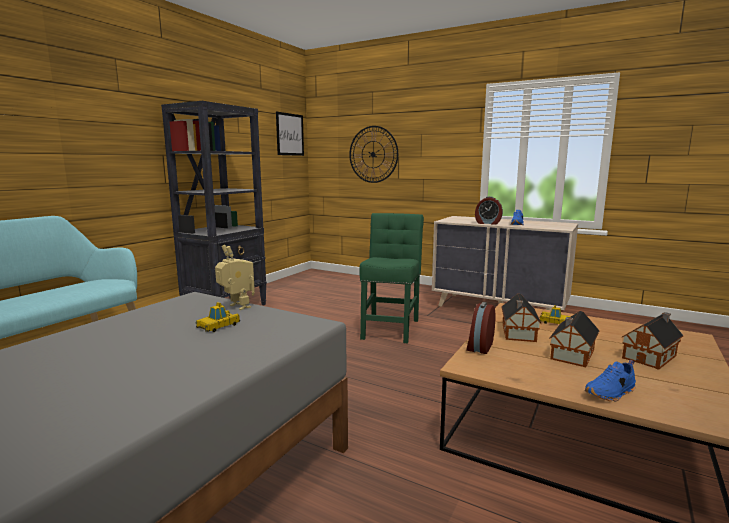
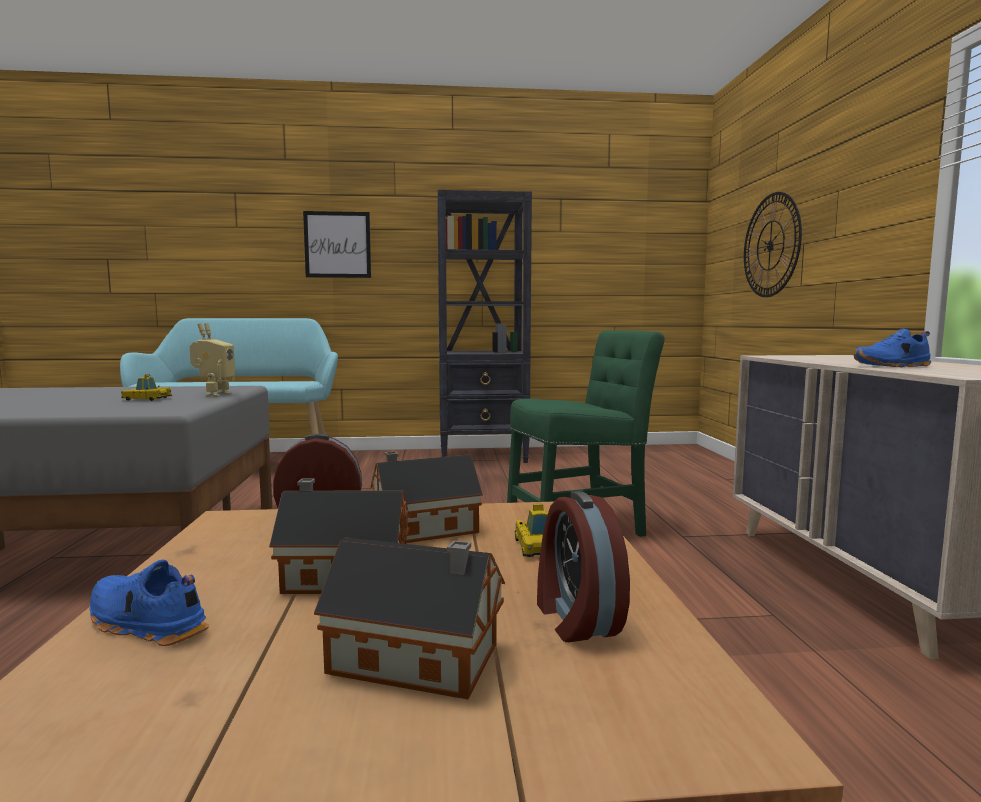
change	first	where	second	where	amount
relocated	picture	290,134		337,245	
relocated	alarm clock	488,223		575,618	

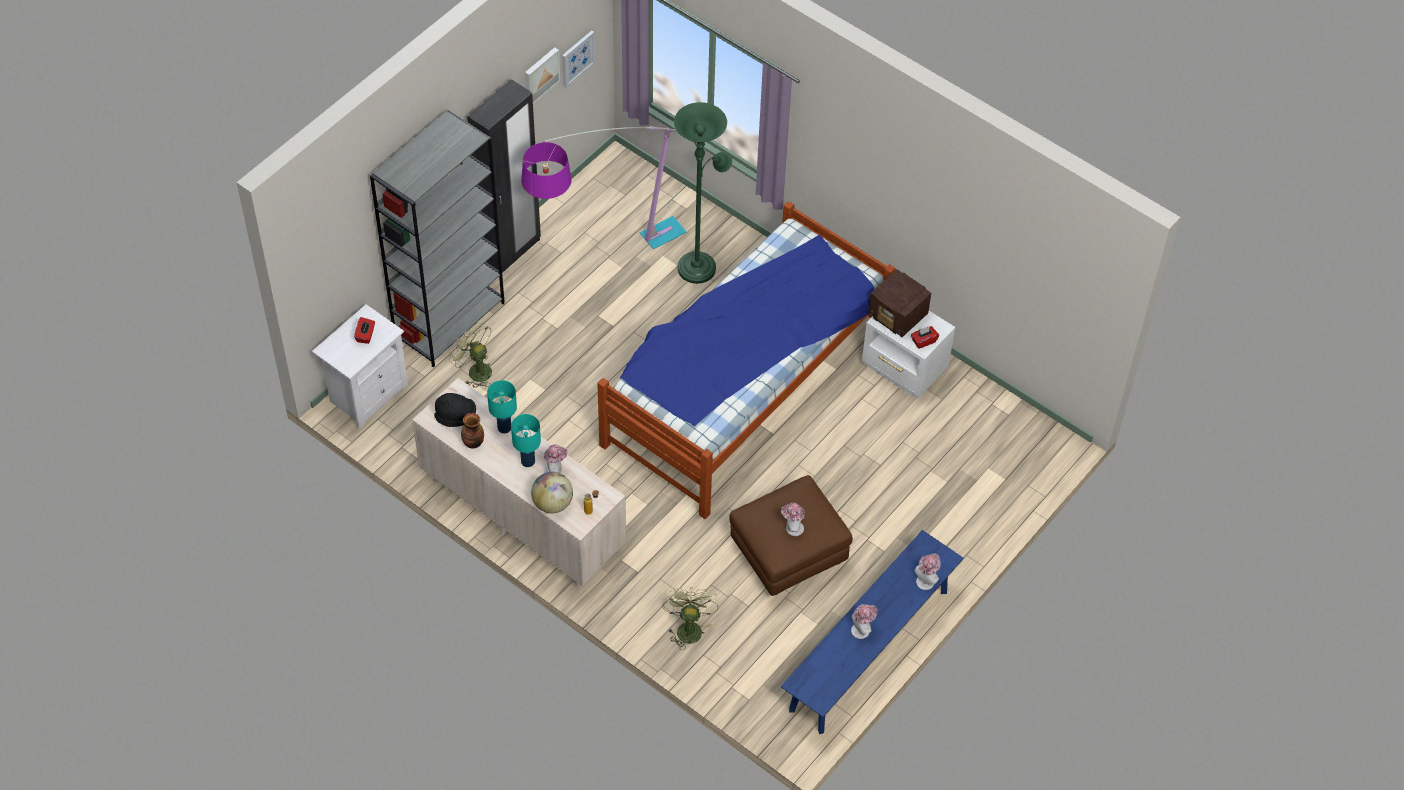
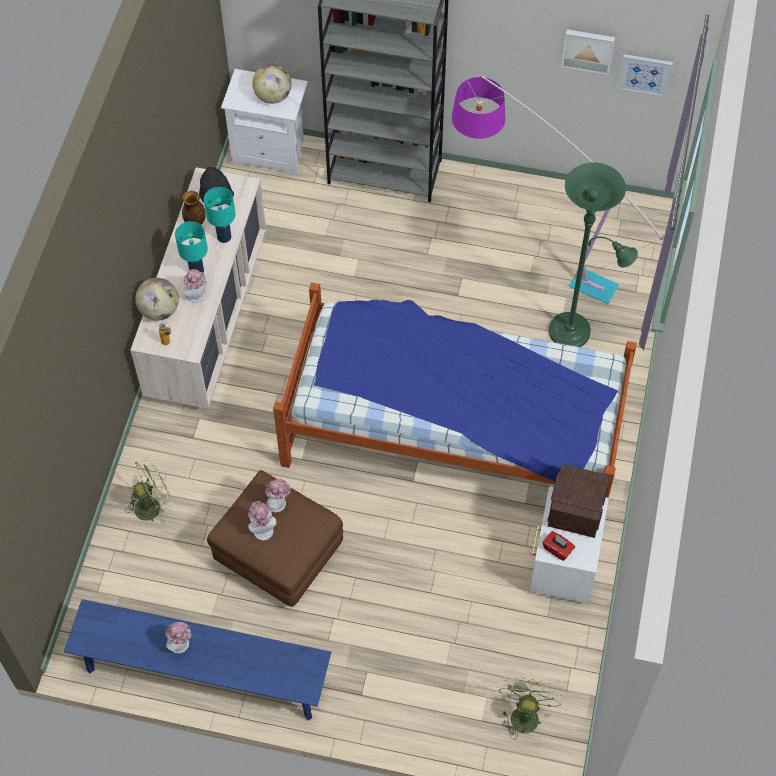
change	first	where	second	where	amount
missing	wardrobe/black	511,252			
relocated	fan/green	475,370		524,713	
relocated	hat	926,580		279,504	
exchanged	tissue box/red	365,335	globe	273,96	

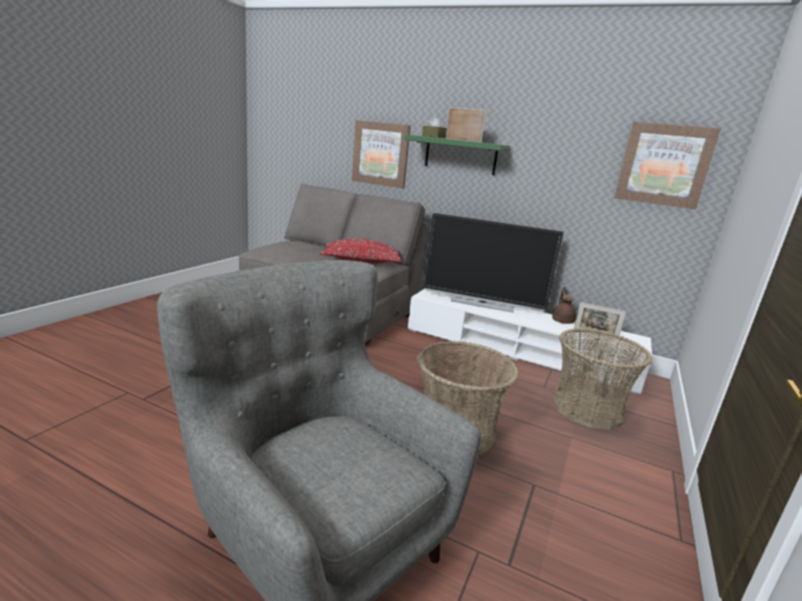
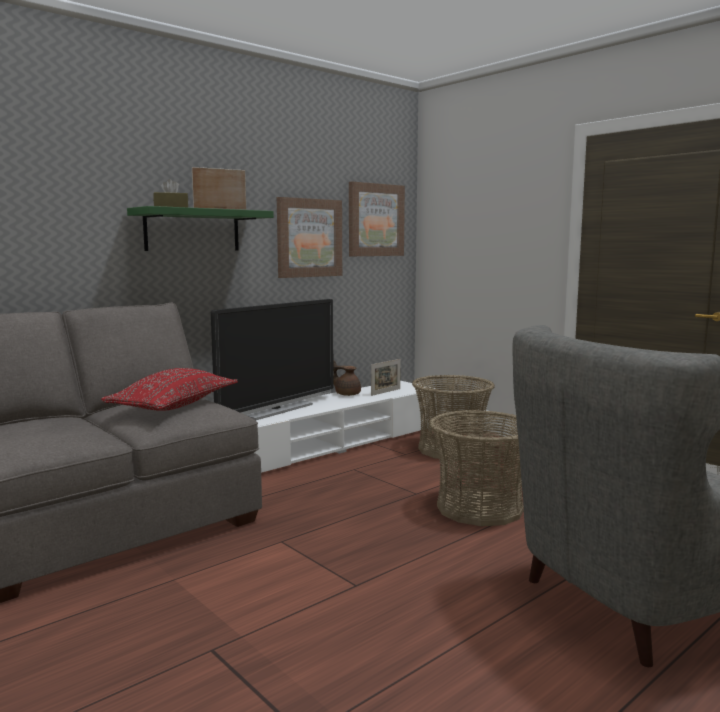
change	first	where	second	where	amount
relocated	picture	381,154		309,238	

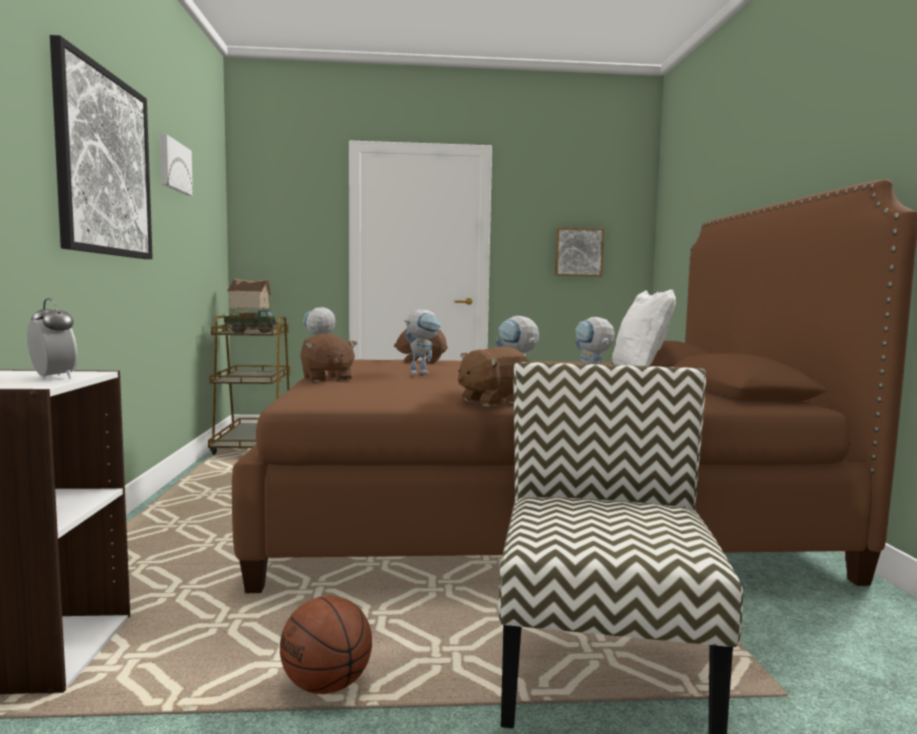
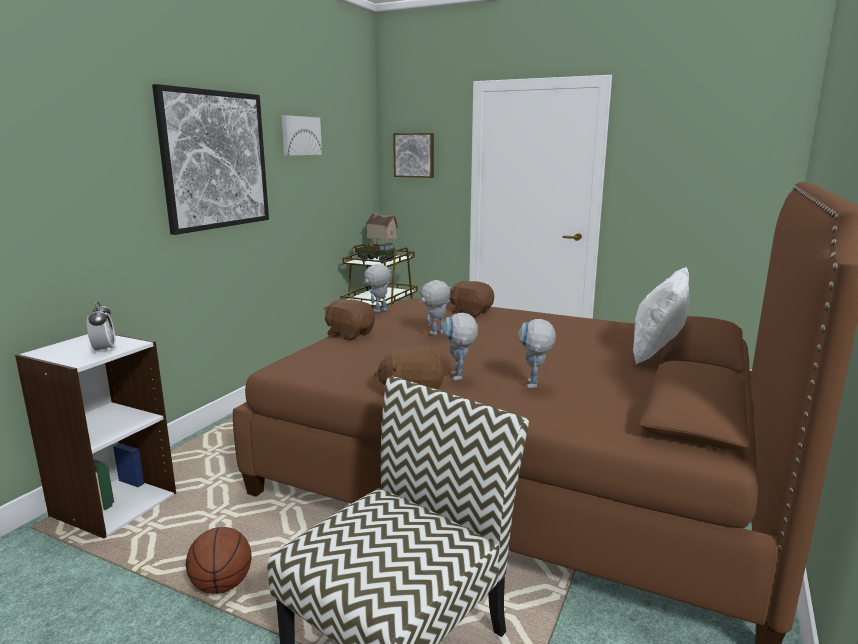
change	first	where	second	where	amount
relocated	picture	578,252		414,155	
spun	plush toy/brown	326,379		350,334	120 degrees clockwise
spun	toy robot	422,373		434,334	150 degrees clockwise

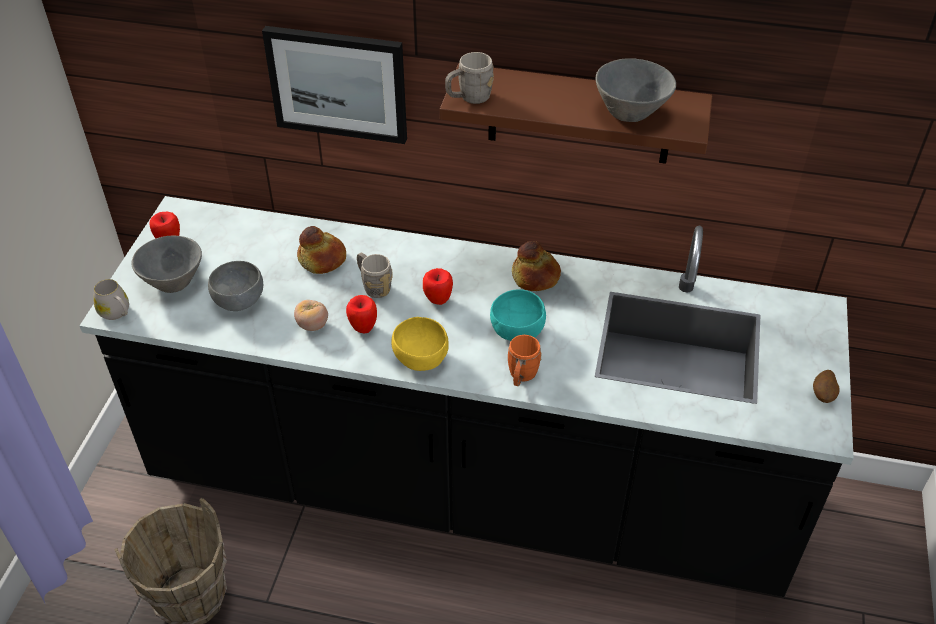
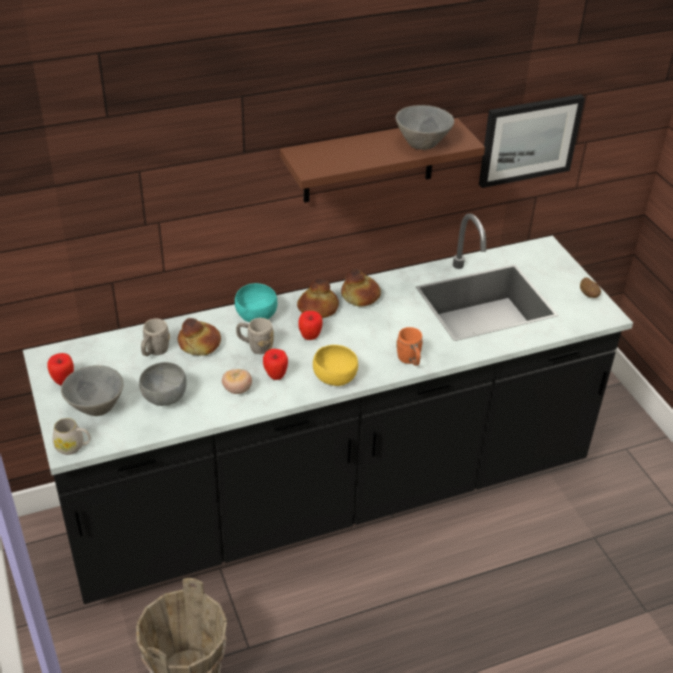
change	first	where	second	where	amount
appeared			bread	317,309	
relocated	picture	338,83		529,139	
relocated	mug/grey	469,98		154,352	
relocated	bowl/turquoise	517,331		256,316	

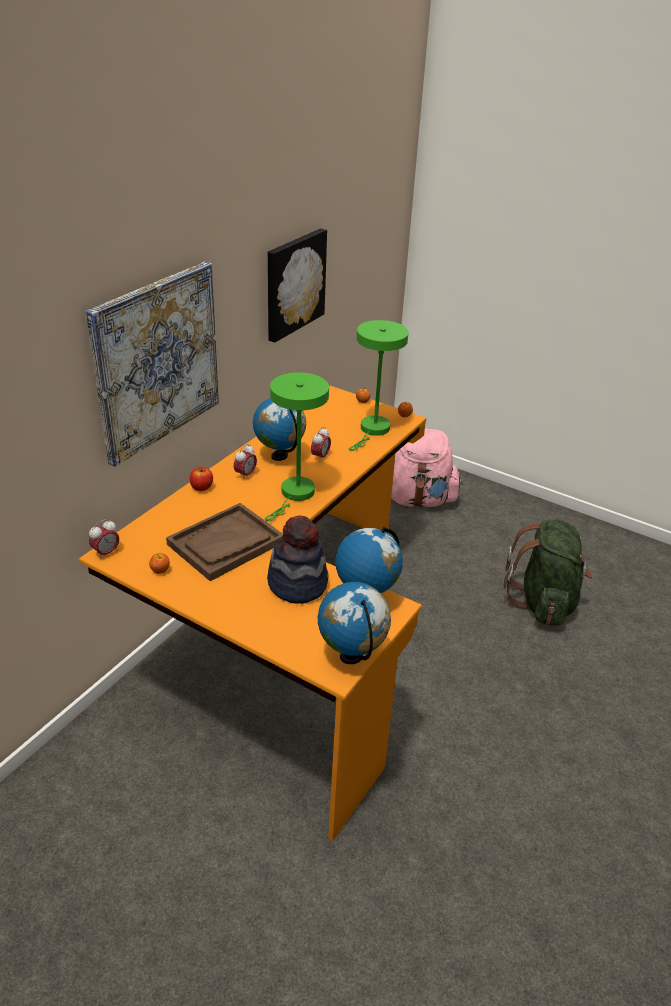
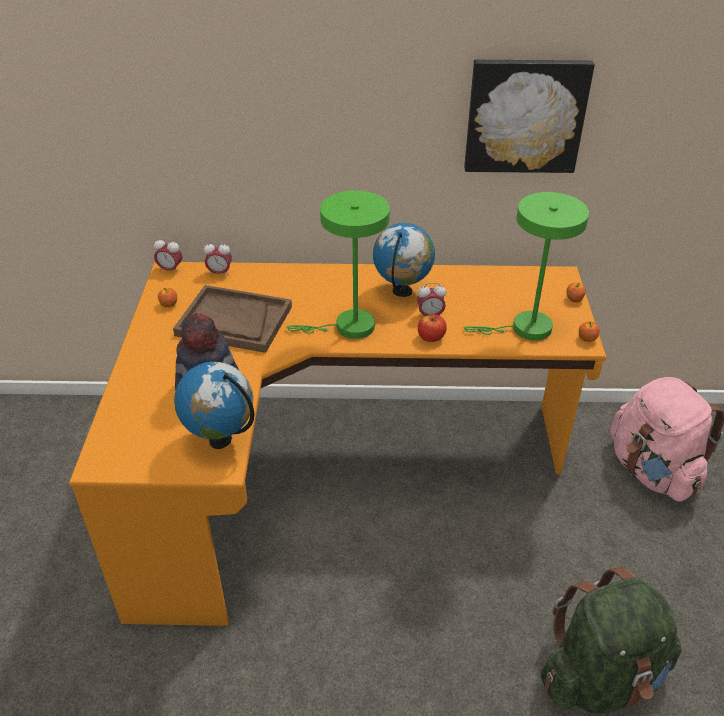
change	first	where	second	where	amount
missing	picture	156,361			
missing	globe	351,656			
relocated	apple	201,487		431,337	
relocated	alarm clock	245,475		219,273	

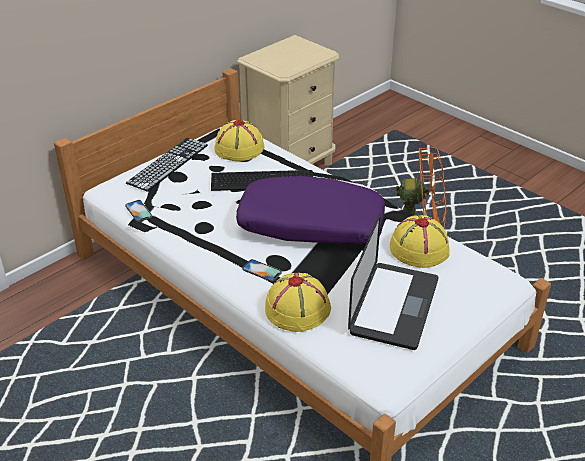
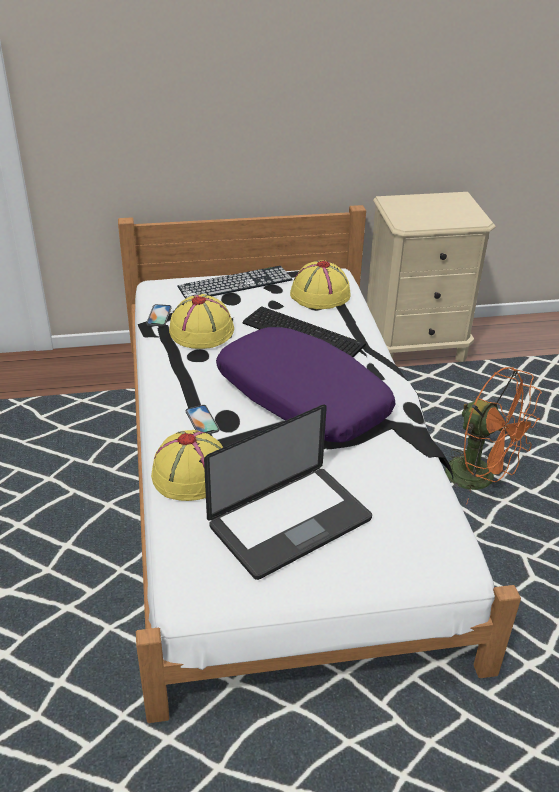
change	first	where	second	where	amount
relocated	hat/yellow	419,248		202,330	

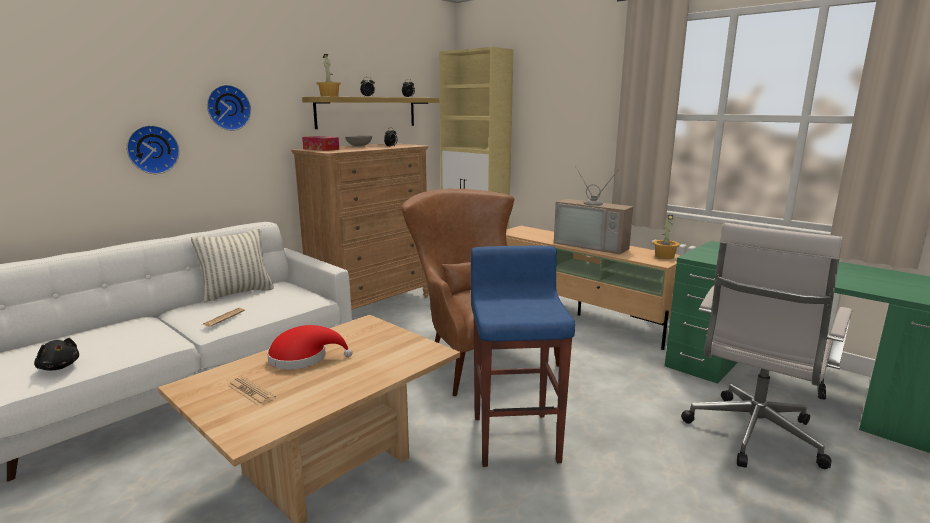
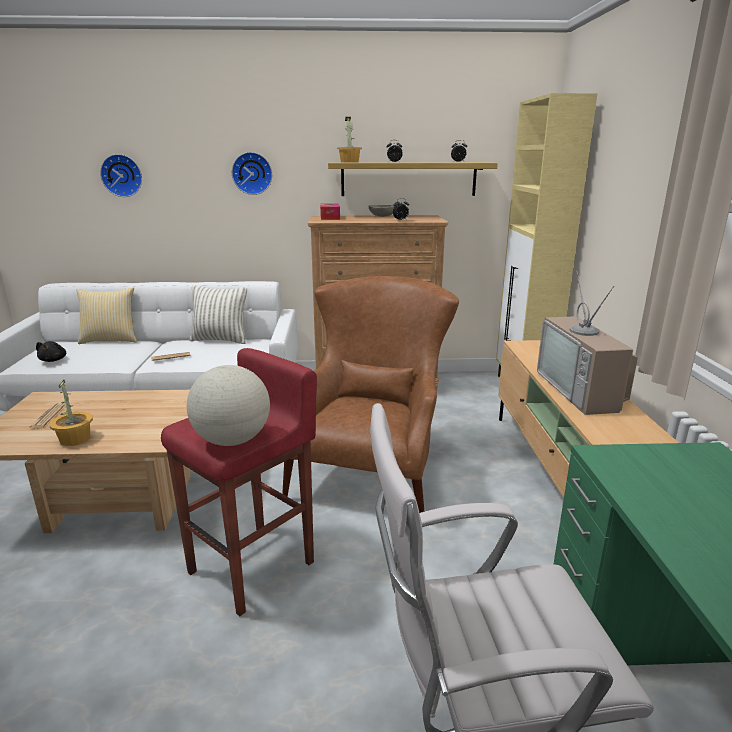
change	first	where	second	where	amount
missing	hat/red	303,358			
appeared			pillow	111,340	
appeared			globe	232,440	
relocated	wall clock	152,149		122,175	
relocated	potted plant	664,256		76,438	
colour	stool/blue	516,437	stool/red	254,567	

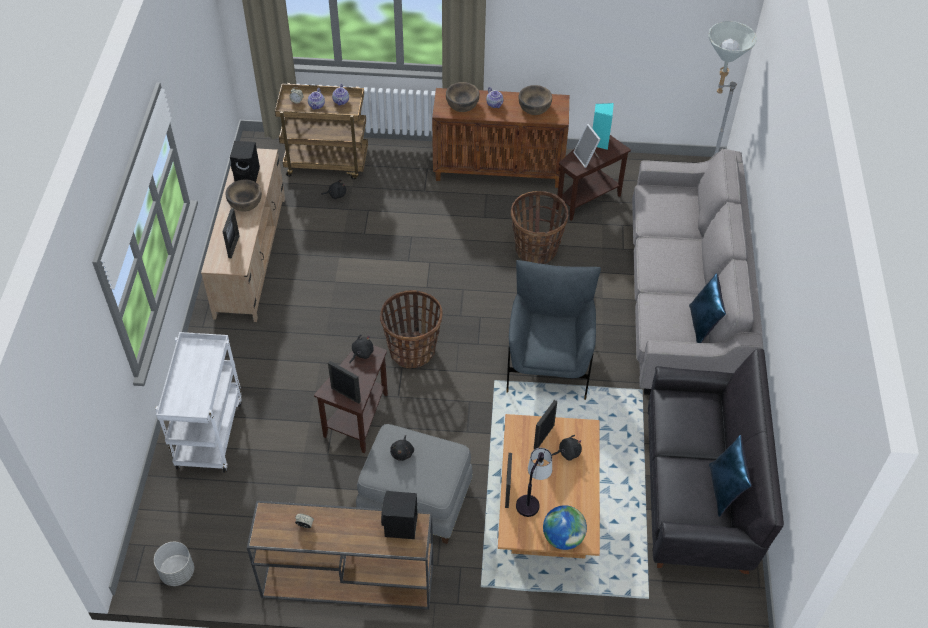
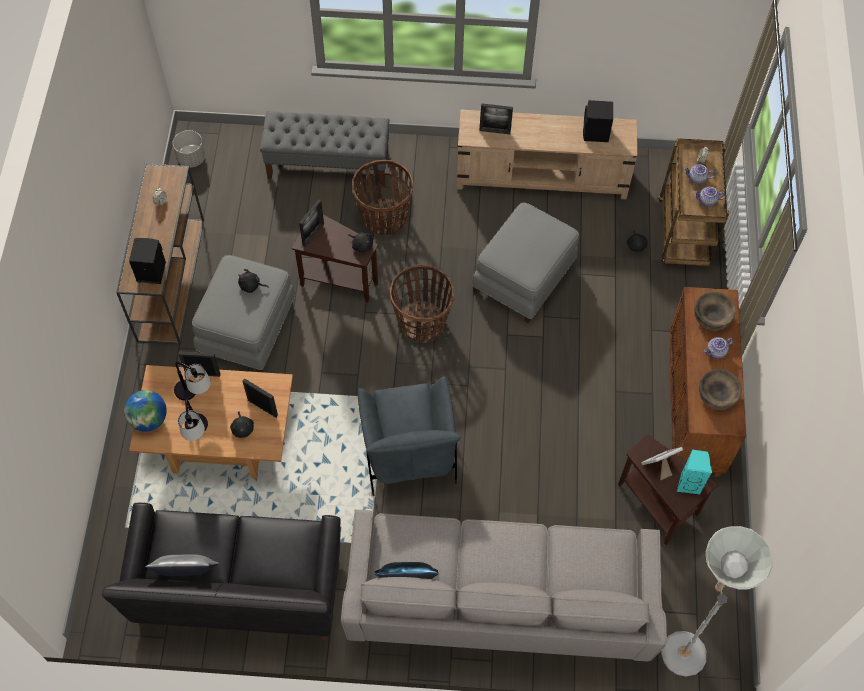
change	first	where	second	where	amount
missing	bowl/brown	245,202			
appeared			table lamp	198,435	
appeared			ottoman/grey	524,278	
relocated	basket	536,250		384,218	
exchanged	cart/white	209,432	bench/grey	329,165	
colour	pillow/blue	724,490	pillow/grey	187,574	
spun	armchair/grey	548,361		408,451	75 degrees clockwise

